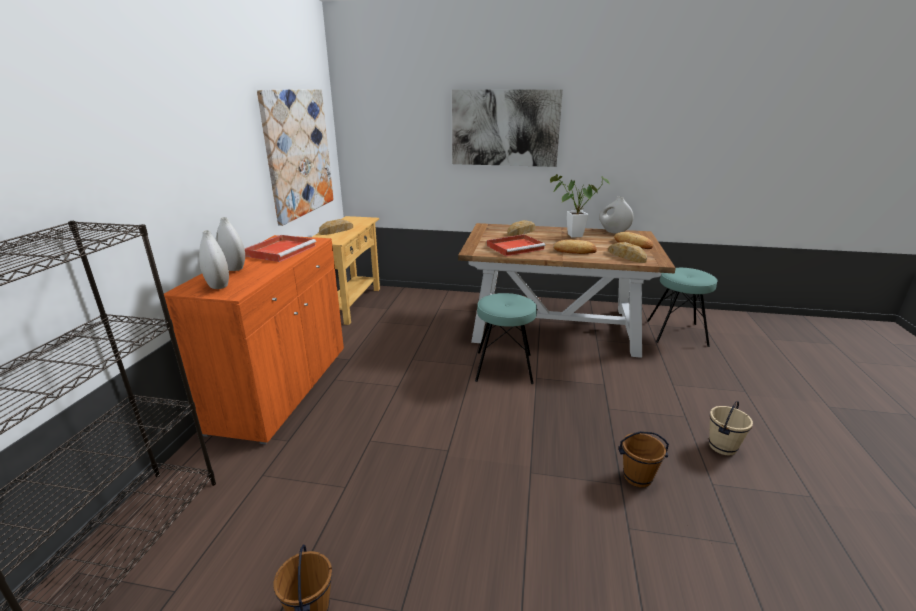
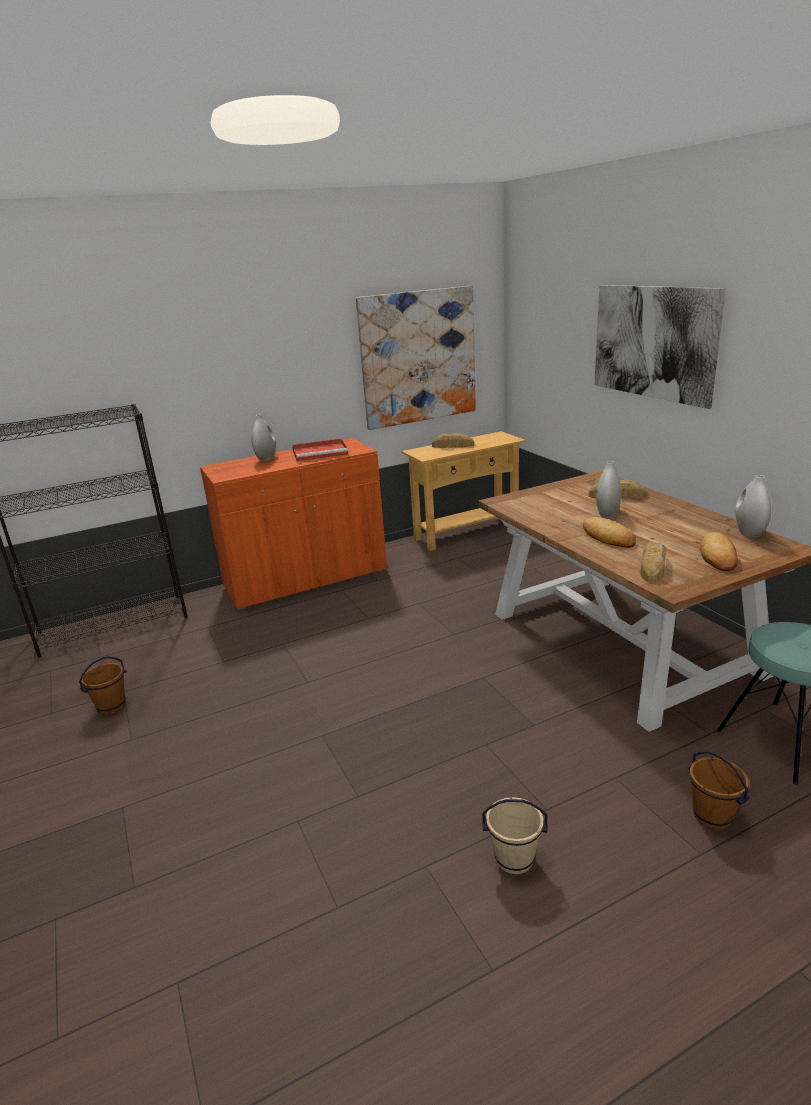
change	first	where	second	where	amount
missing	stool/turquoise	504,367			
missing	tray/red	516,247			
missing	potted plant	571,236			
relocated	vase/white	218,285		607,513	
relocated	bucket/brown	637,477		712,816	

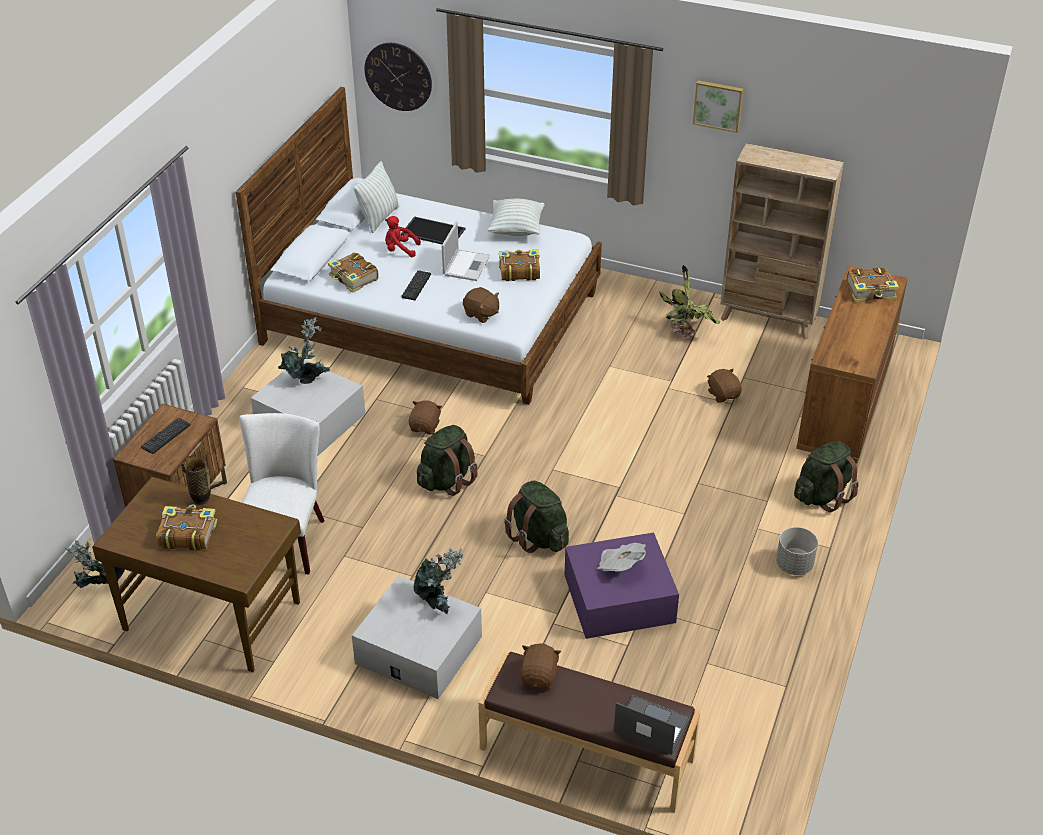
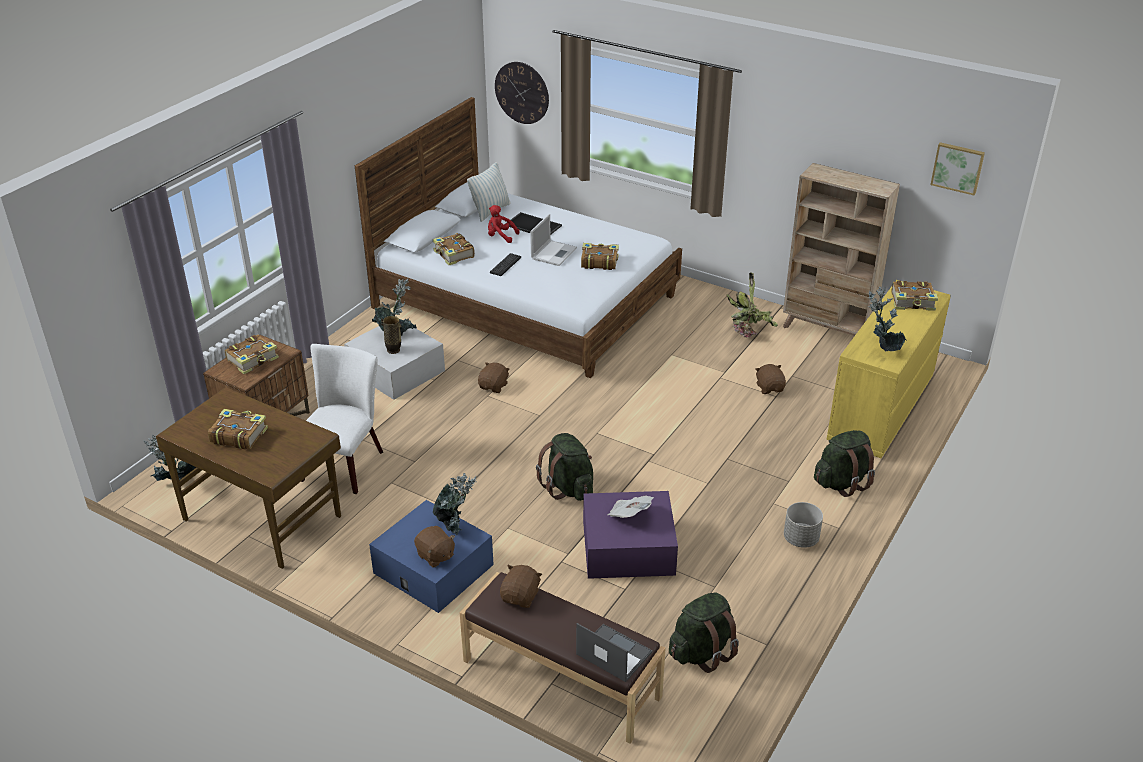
change	first	where	second	where	amount
missing	pillow	516,229			
appeared			potted plant	882,349	
relocated	vase	201,499		393,350	
relocated	backpack/green	447,480		702,652	
relocated	plush toy/brown	481,314		435,556	
relocated	picture	718,105		957,167	
exchanged	keyboard	166,436	book	253,360	
colour	storage box/white	419,650	storage box/blue	433,569	
colour	dresser/brown	843,407	dresser/yellow	880,410	

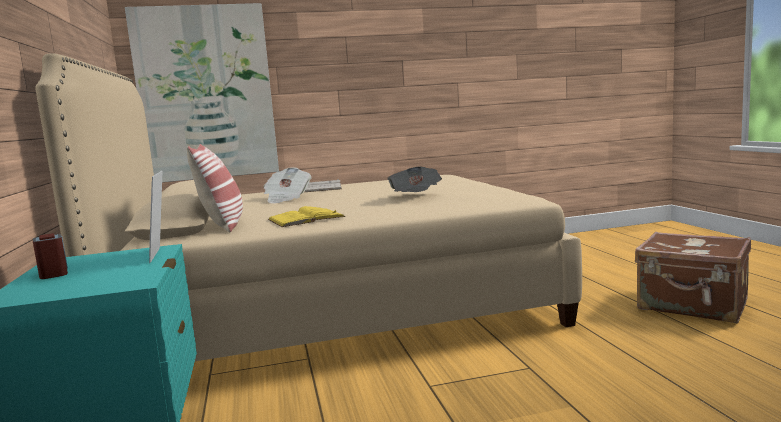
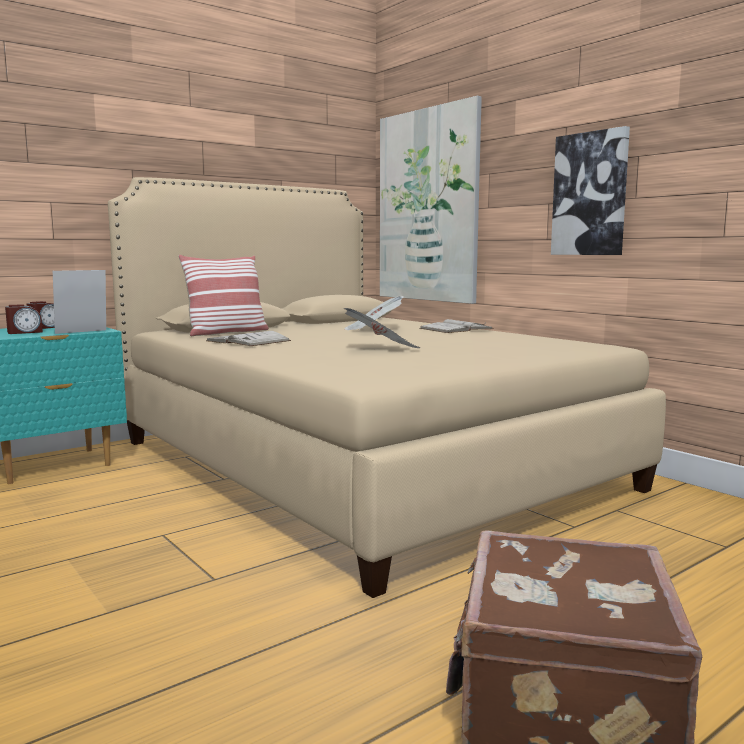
change	first	where	second	where	amount
appeared			alarm clock	25,332	
appeared			picture	590,194	
colour	book/yellow	306,218	book/white	248,341	

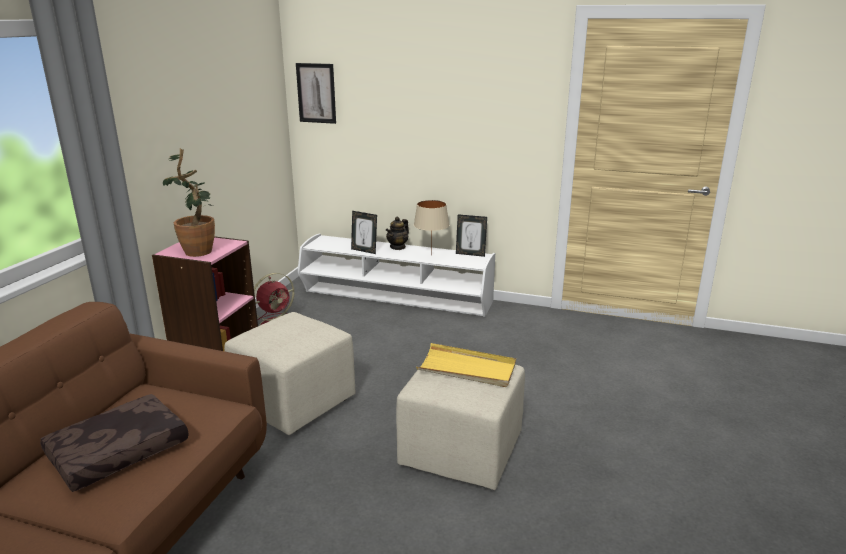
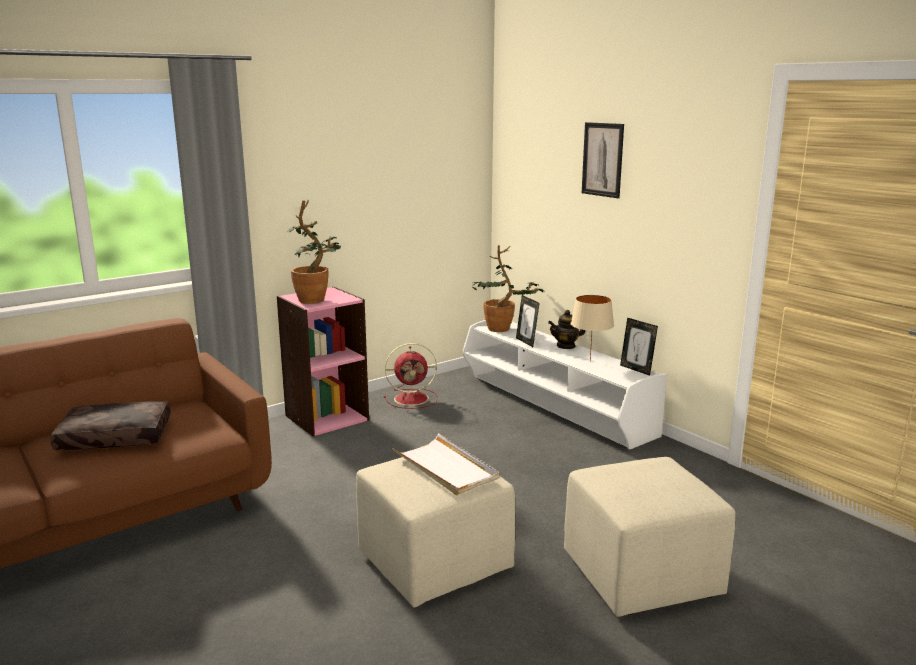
change	first	where	second	where	amount
appeared			potted plant	504,329	
relocated	ottoman/beige	293,404		639,577	
relocated	picture	316,93		602,159	
colour	tray/yellow	467,369	tray/white	446,468	

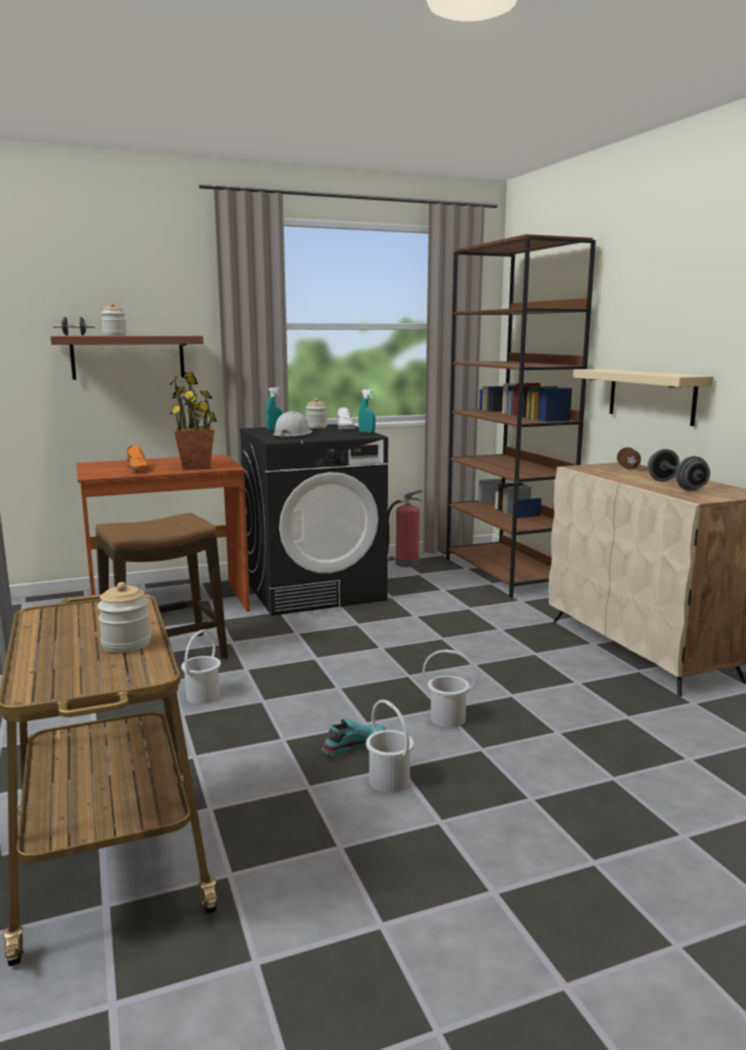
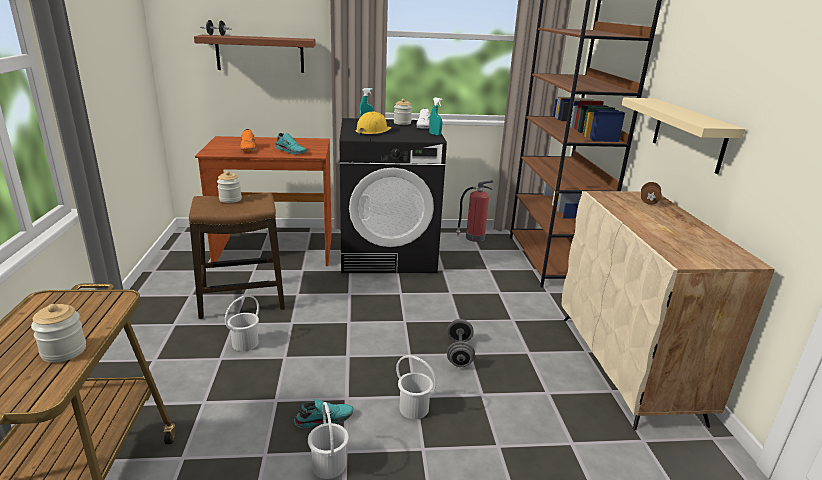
change	first	where	second	where	amount
relocated	jar	114,335		230,199	
relocated	dumbbell/grey	676,485		459,353	
exchanged	potted plant	196,467	shoe/turquoise	291,151	
colour	hard hat/white	292,434	hard hat/yellow	372,131	

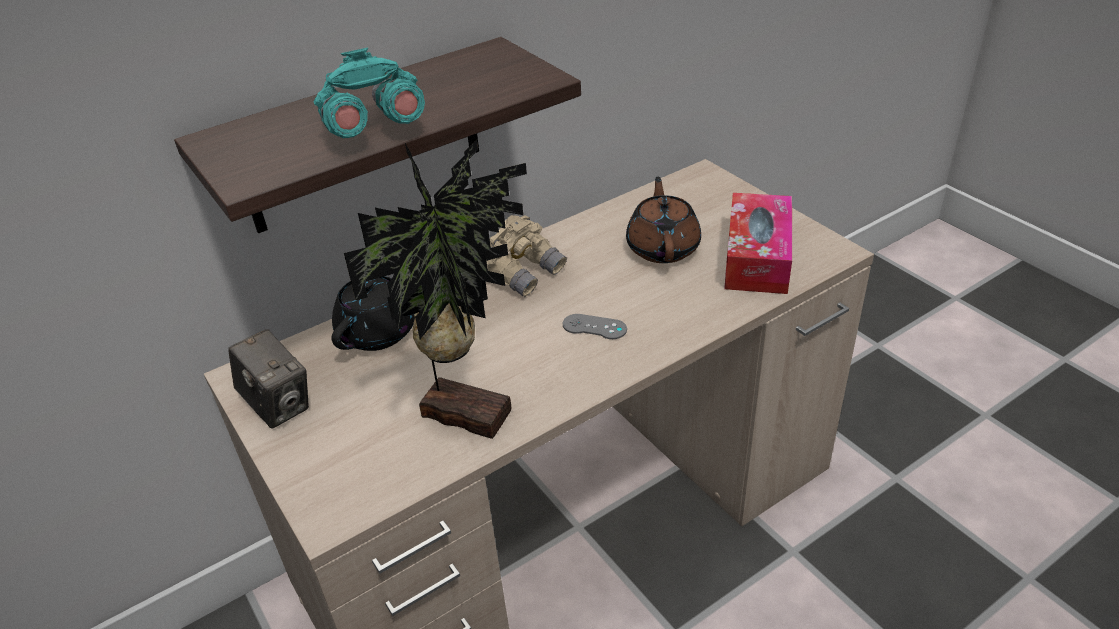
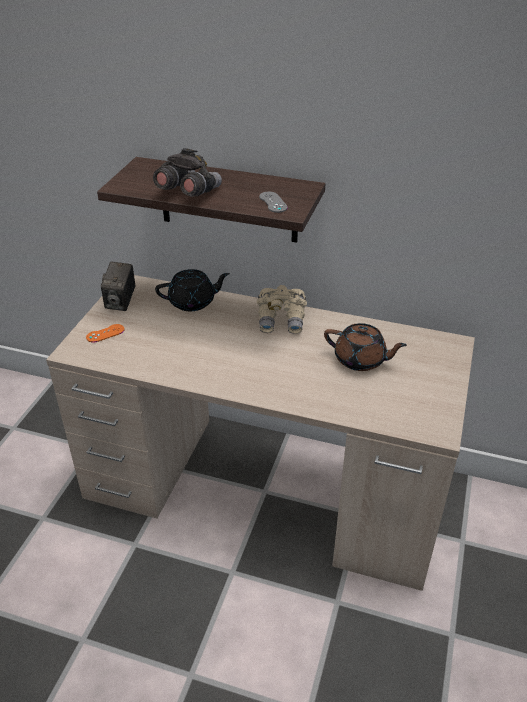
change	first	where	second	where	amount
missing	potted plant	467,410			
missing	tissue box	757,257			
appeared			game controller/orange	105,333	
relocated	game controller/grey	594,327		273,202	
colour	binoculars/turquoise	372,130	binoculars/grey	188,193	
spun	teapot/brown	663,247		361,360	60 degrees clockwise

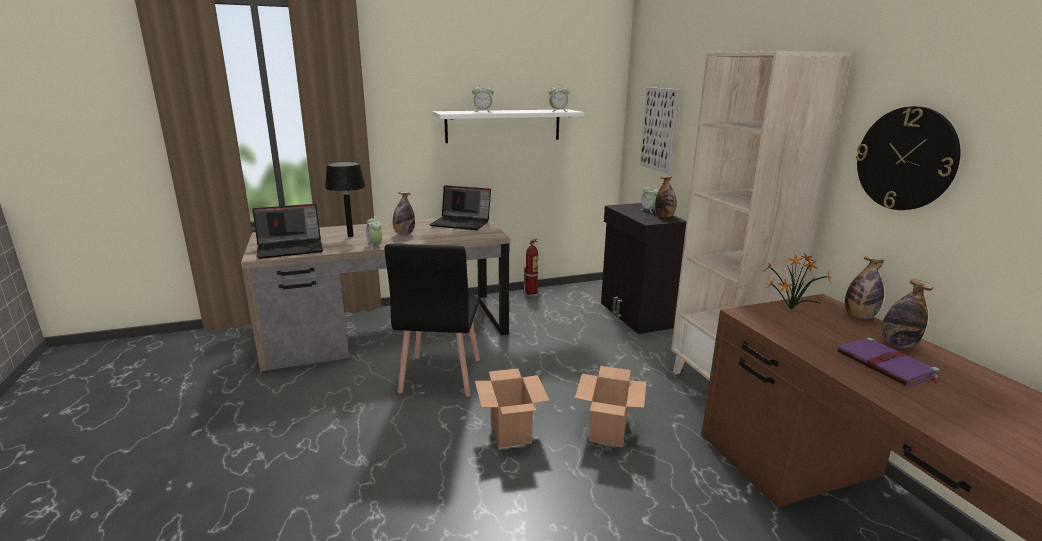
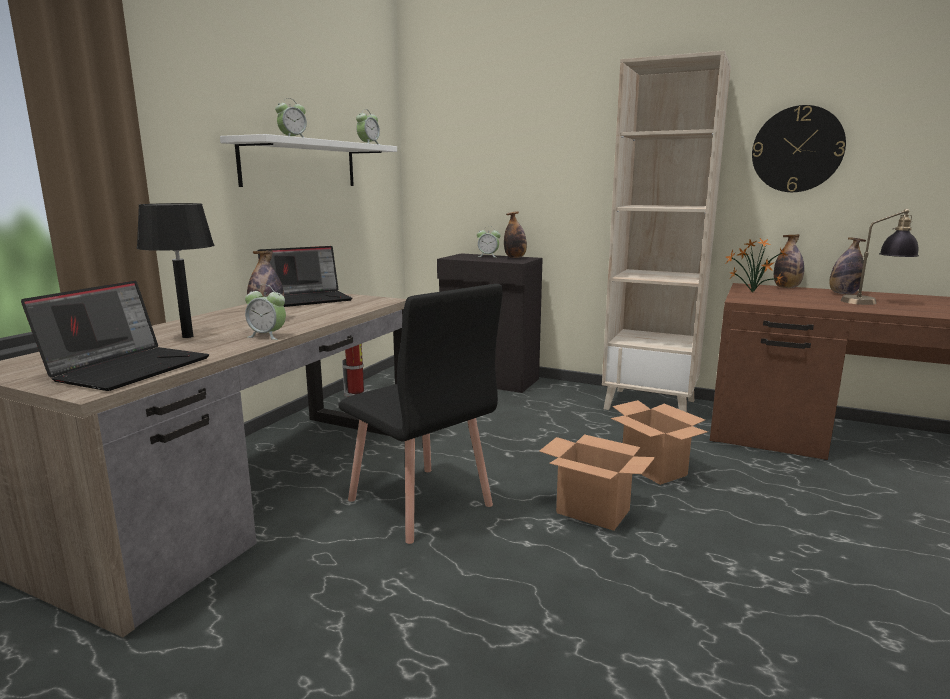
change	first	where	second	where	amount
missing	picture	659,129			
exchanged	book/purple	887,365	table lamp	874,302	

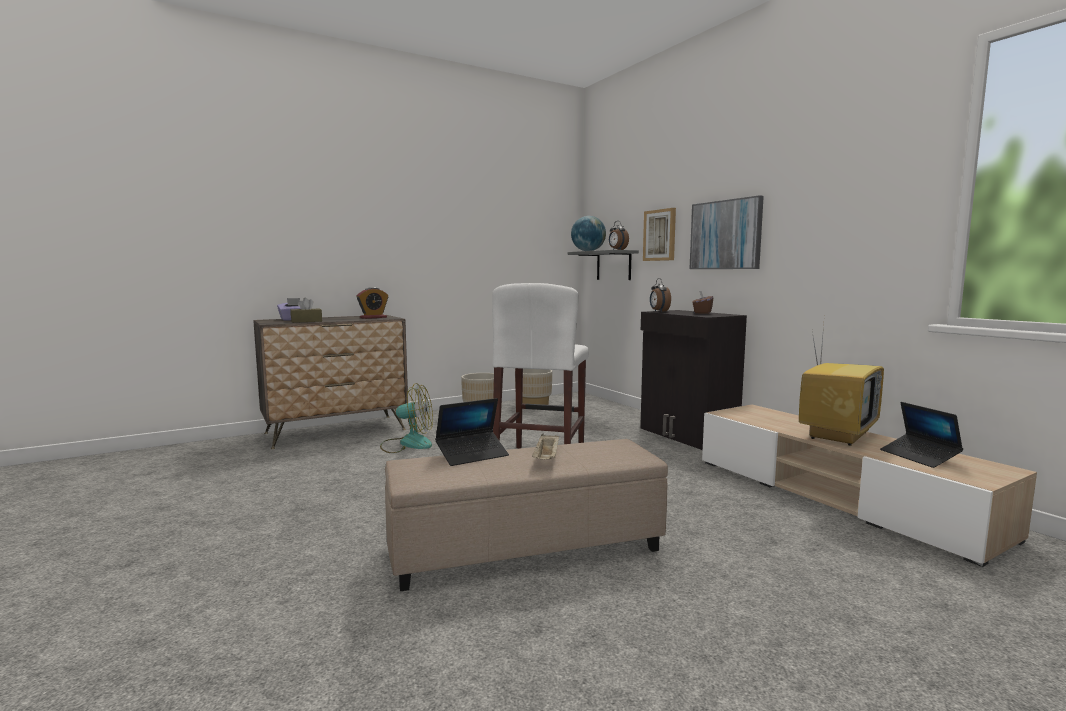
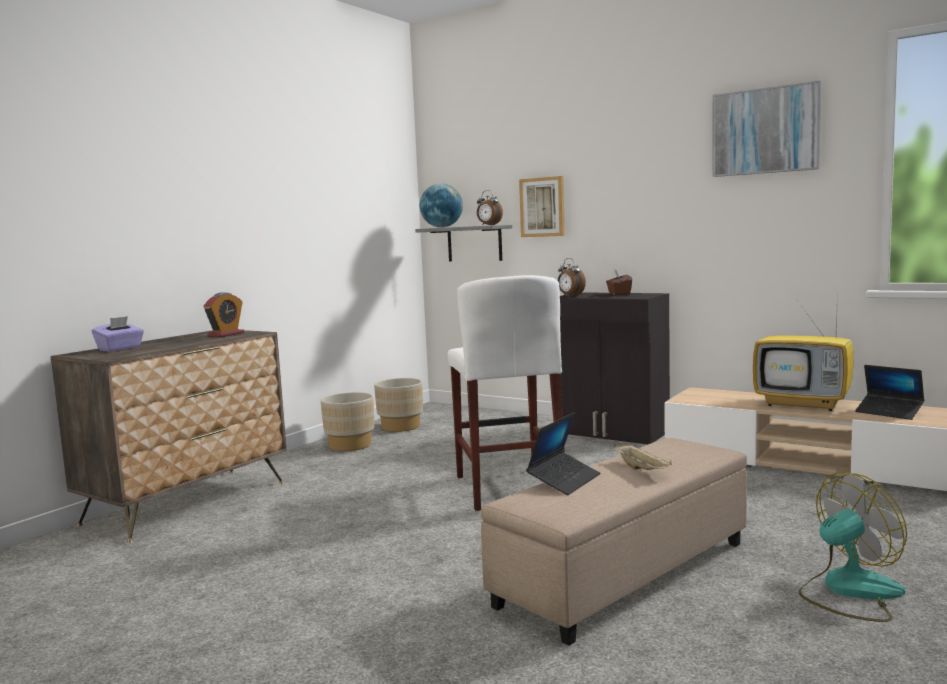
change	first	where	second	where	amount
missing	tissue box/brown	306,321			
relocated	fan	407,444		849,591	
relocated	picture	725,235		765,131	
spun	television	837,434		804,404	105 degrees clockwise

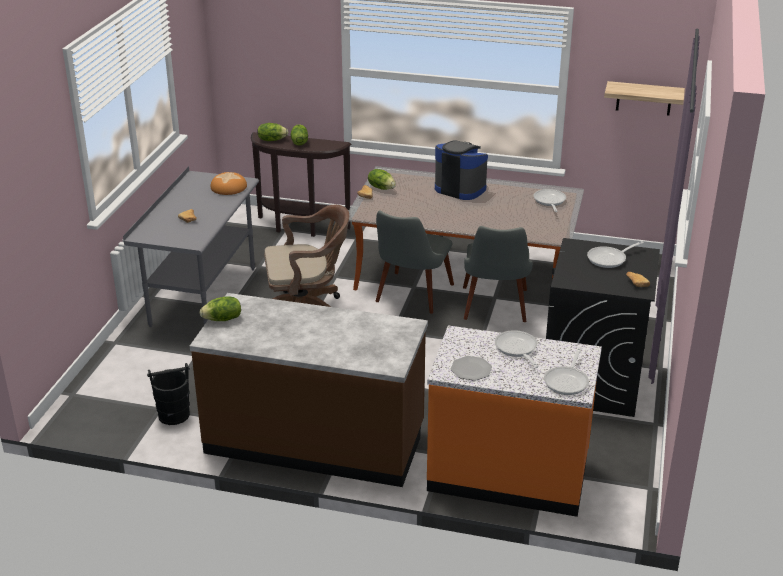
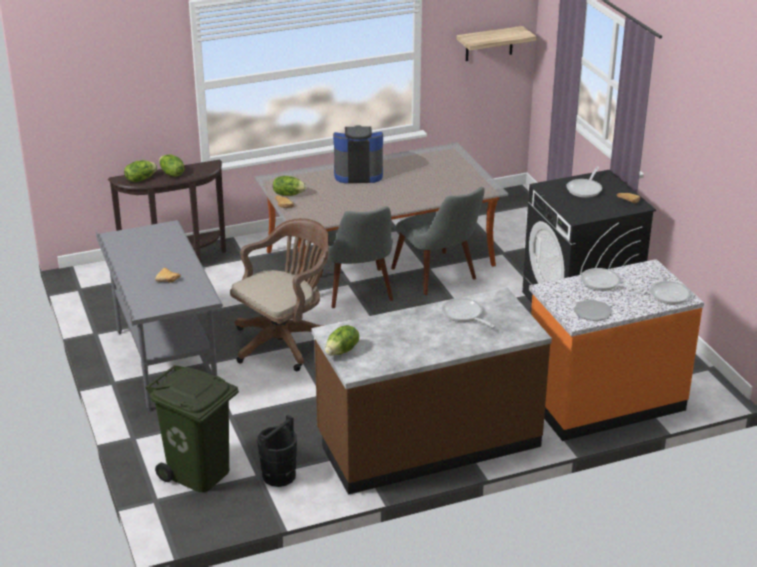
change	first	where	second	where	amount
missing	bread	228,187			
appeared			trash can/green	198,473	
relocated	frying pan	549,201		464,315	

